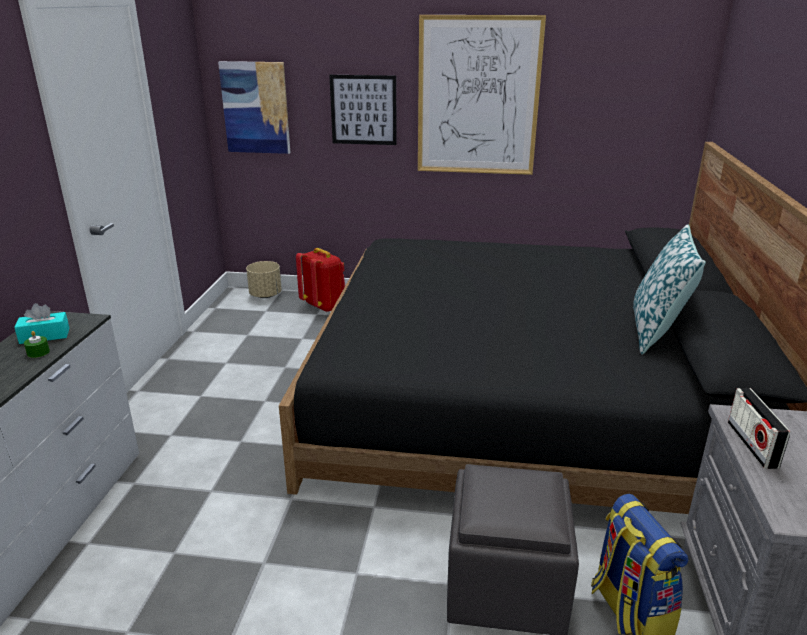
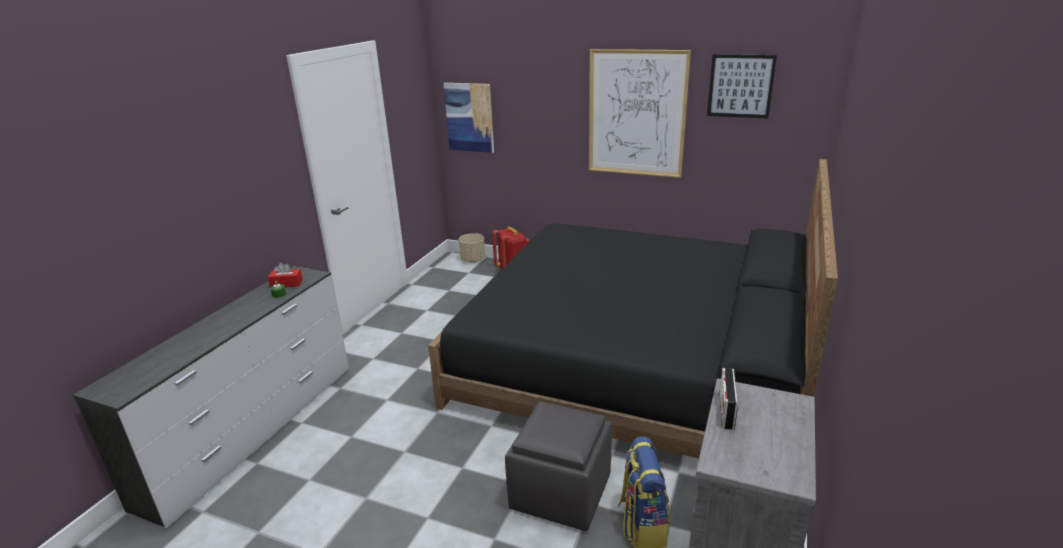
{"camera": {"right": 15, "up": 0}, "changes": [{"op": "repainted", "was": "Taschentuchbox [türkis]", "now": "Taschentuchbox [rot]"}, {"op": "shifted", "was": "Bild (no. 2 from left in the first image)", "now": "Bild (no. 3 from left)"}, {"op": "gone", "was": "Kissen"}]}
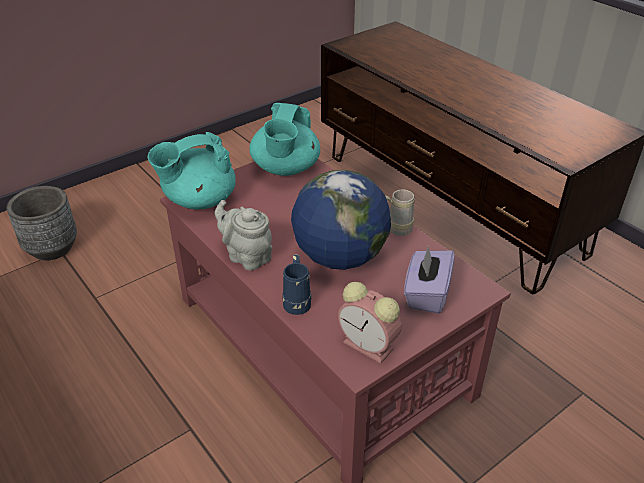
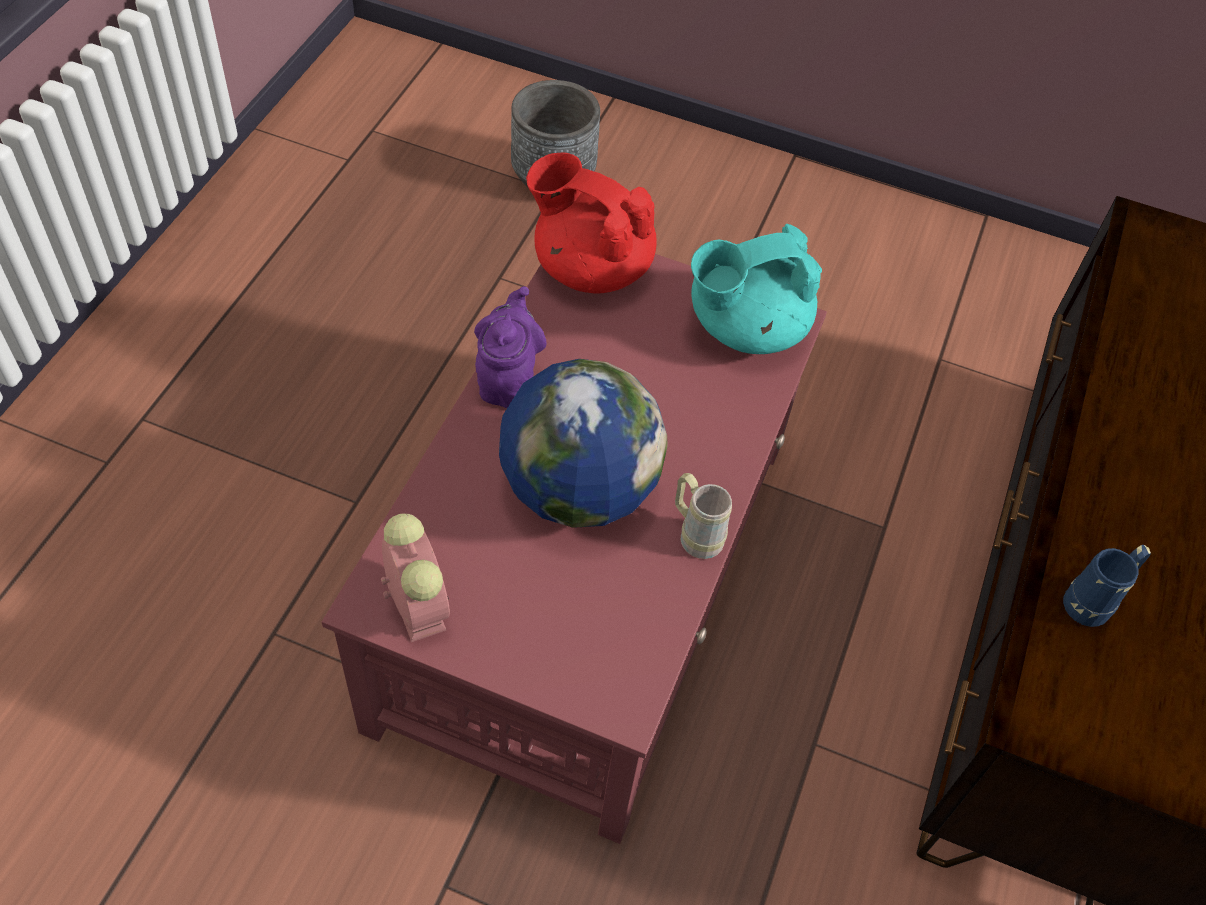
{"camera": {"right": 55, "up": 15}, "changes": [{"op": "repainted", "was": "Teekanne [türkis] (no. 1 from left)", "now": "Teekanne [rot]"}, {"op": "repainted", "was": "Teekanne [grau]", "now": "Teekanne [lila]"}, {"op": "shifted", "was": "Henkelbecher [blau]"}, {"op": "rotated", "was": "Wecker", "clockwise": 150}, {"op": "gone", "was": "Taschentuchbox [lila]"}]}
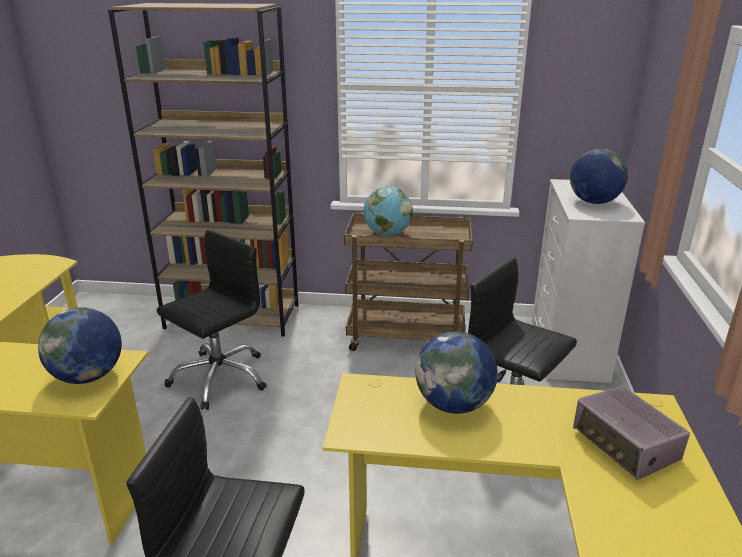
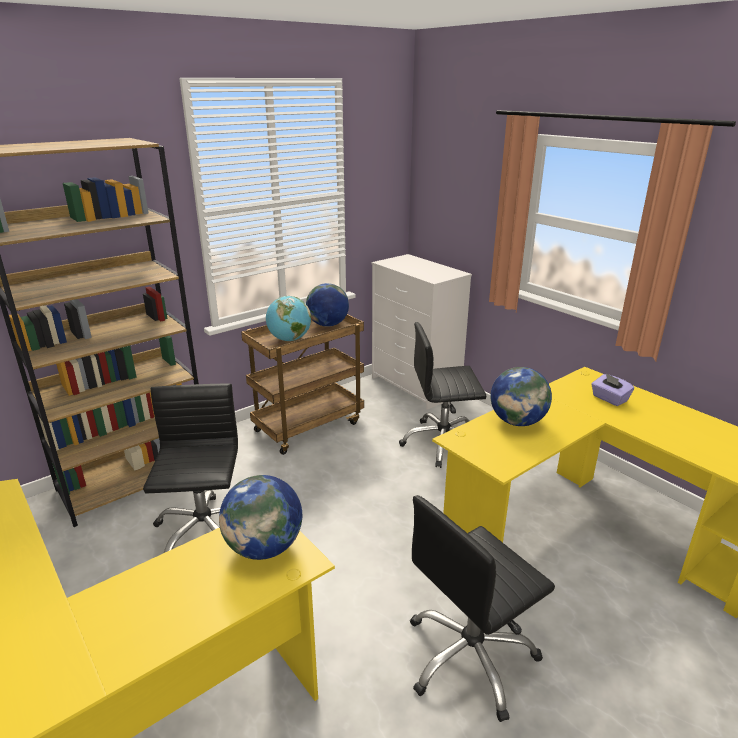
{"camera": {"right": -45, "up": 0}, "changes": [{"op": "shifted", "was": "Globus (no. 4 from left in the first image)", "now": "Globus (no. 3 from left)"}, {"op": "swapped", "was": "Radio", "now": "Taschentuchbox [lila]"}]}
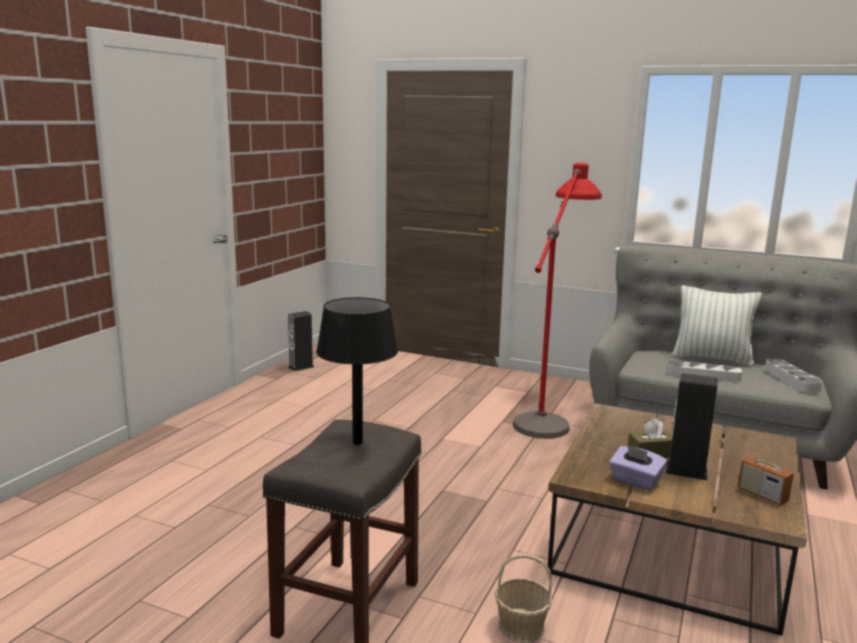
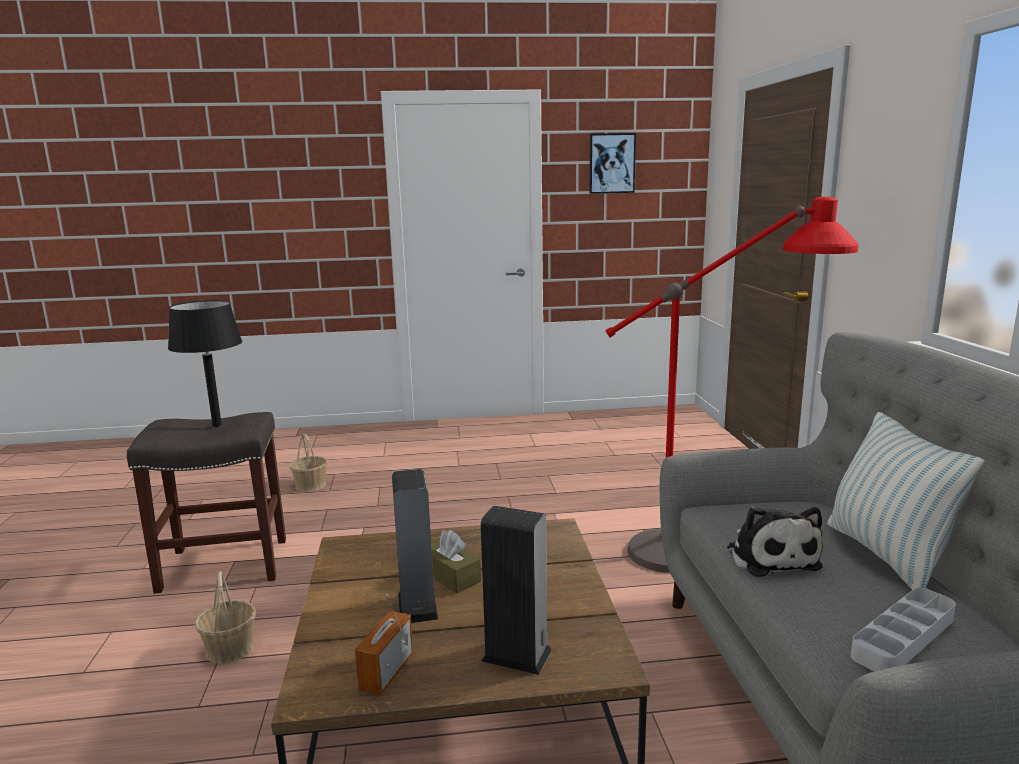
{"camera": {"right": 60, "up": 0}, "changes": [{"op": "shifted", "was": "Lautsprecher (no. 1 from left in the first image)", "now": "Lautsprecher (no. 2 from left)"}, {"op": "gone", "was": "Taschentuchbox [lila]"}, {"op": "swapped", "was": "Tablett [grau] (no. 1 from left)", "now": "Plüschtier"}, {"op": "new", "now": "Korb (no. 2 from left)"}, {"op": "new", "now": "Bild"}]}
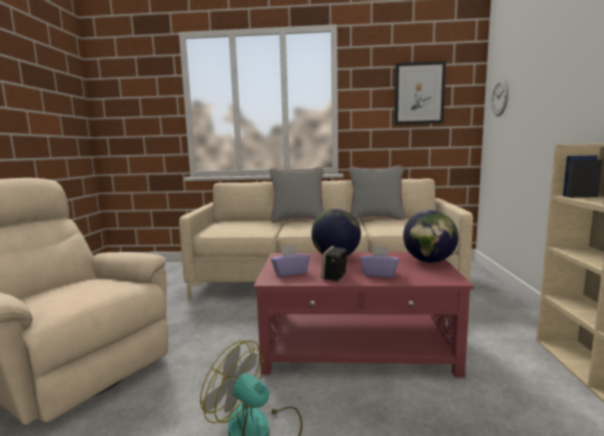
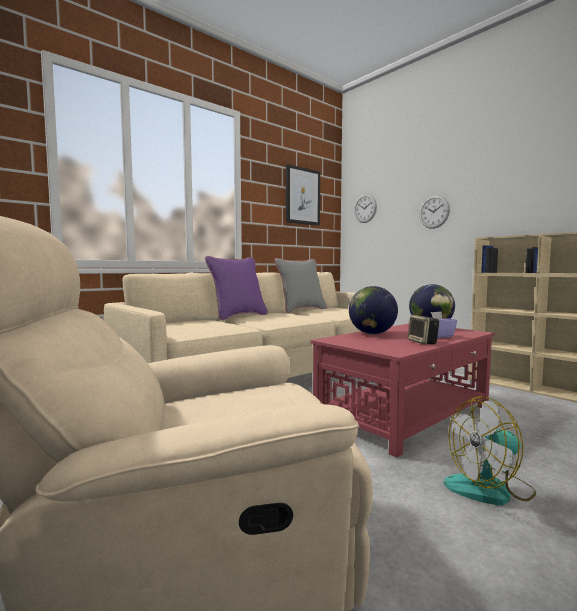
{"camera": {"right": -45, "up": -5}, "changes": [{"op": "repainted", "was": "Kissen [grau] (no. 1 from left)", "now": "Kissen [lila]"}, {"op": "gone", "was": "Taschentuchbox [lila] (no. 1 from left)"}, {"op": "new", "now": "Wanduhr (no. 2 from left)"}]}
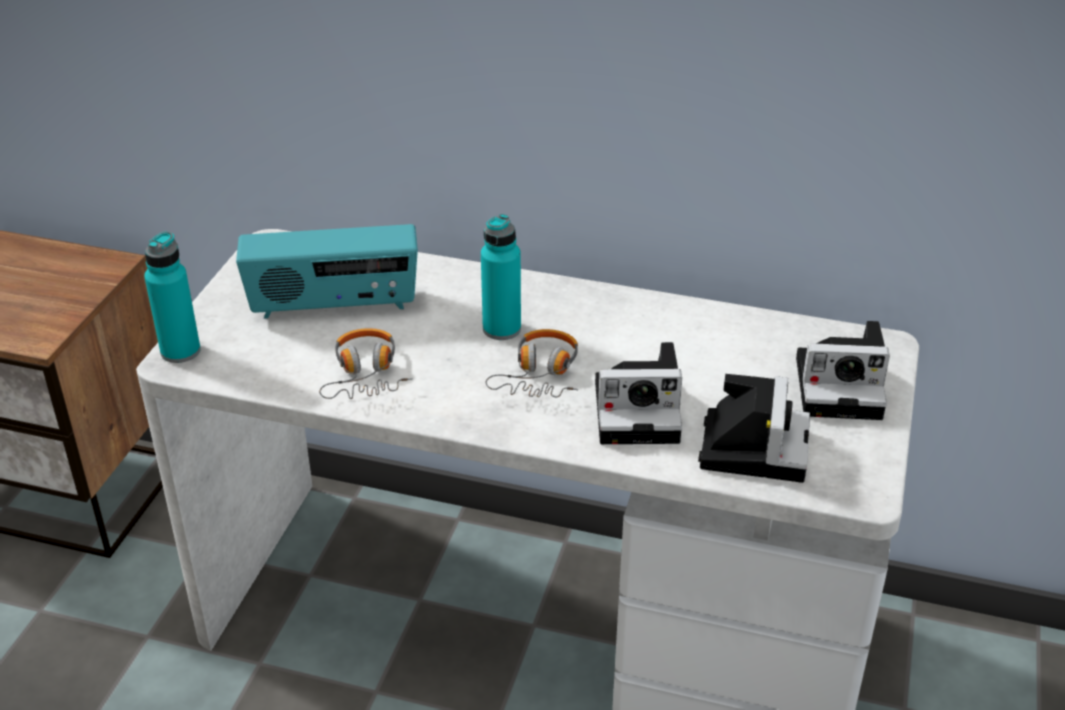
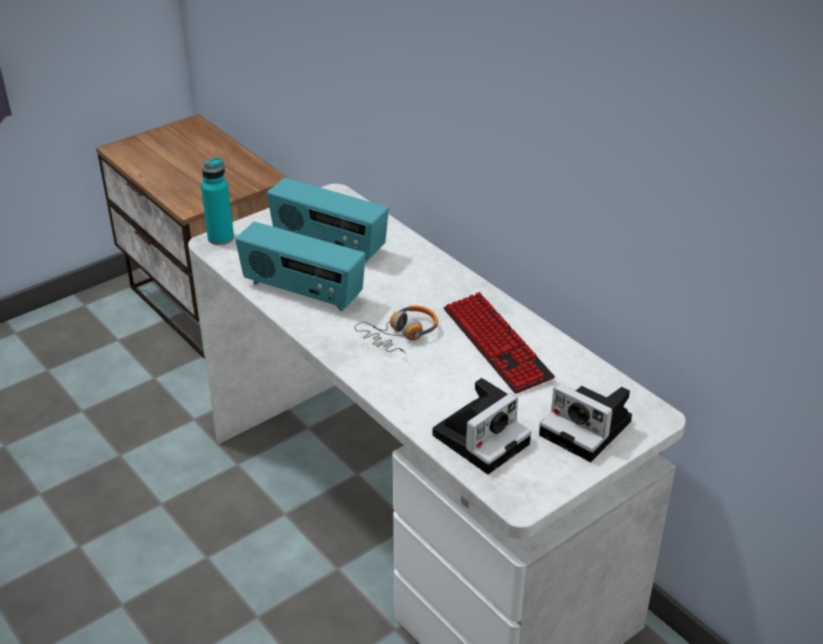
{"camera": {"right": 35, "up": 0}, "changes": [{"op": "swapped", "was": "Kopfhörer (no. 1 from left)", "now": "Radio (no. 1 from left)"}, {"op": "gone", "was": "Flasche [türkis] (no. 2 from left)"}, {"op": "gone", "was": "Kamera (no. 1 from left)"}, {"op": "new", "now": "Tastatur"}]}
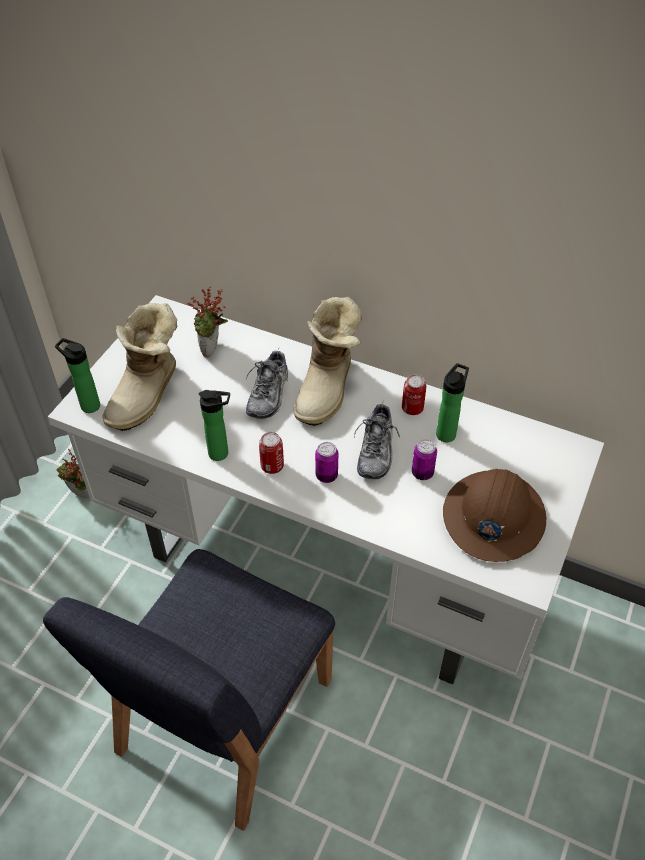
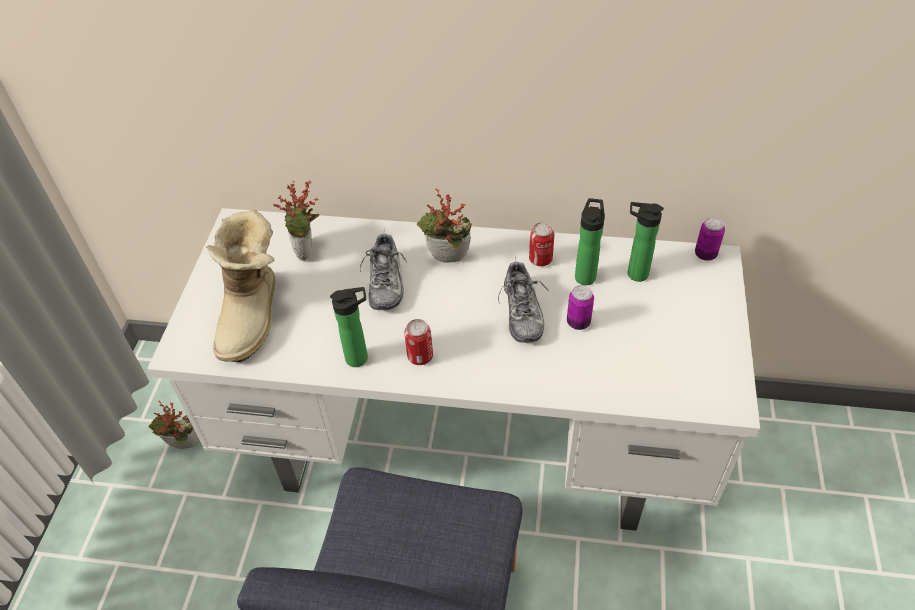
{"camera": {"right": -15, "up": 0}, "changes": [{"op": "shifted", "was": "Flasche (no. 1 from left in the first image)", "now": "Flasche (no. 3 from left)"}, {"op": "swapped", "was": "Stiefel (no. 2 from left)", "now": "Topfpflanze (no. 3 from left)"}, {"op": "shifted", "was": "Dose (no. 2 from left in the first image)", "now": "Dose (no. 4 from left)"}, {"op": "gone", "was": "Schutzhelm [braun]"}]}
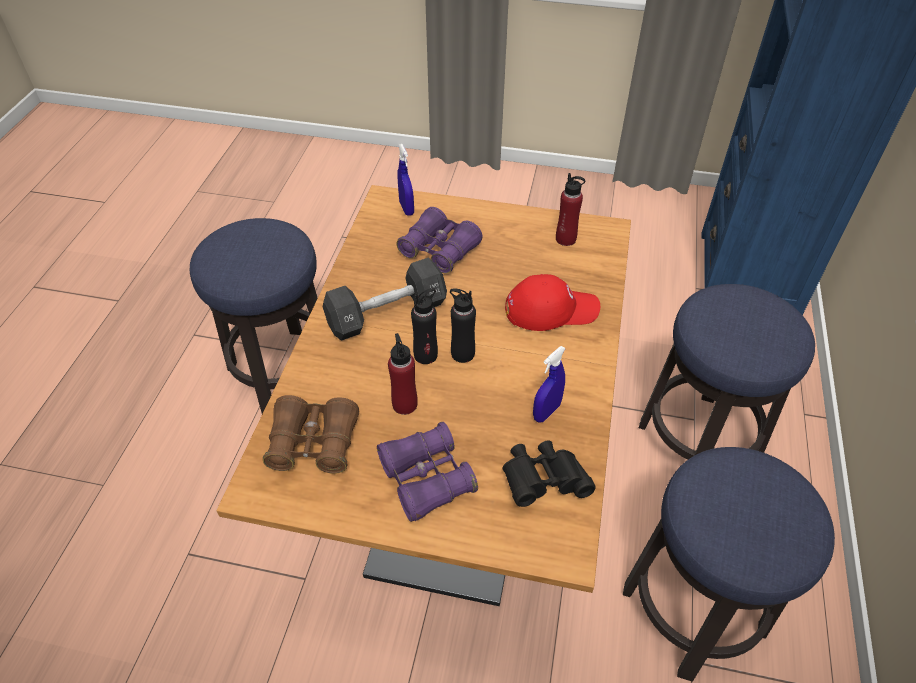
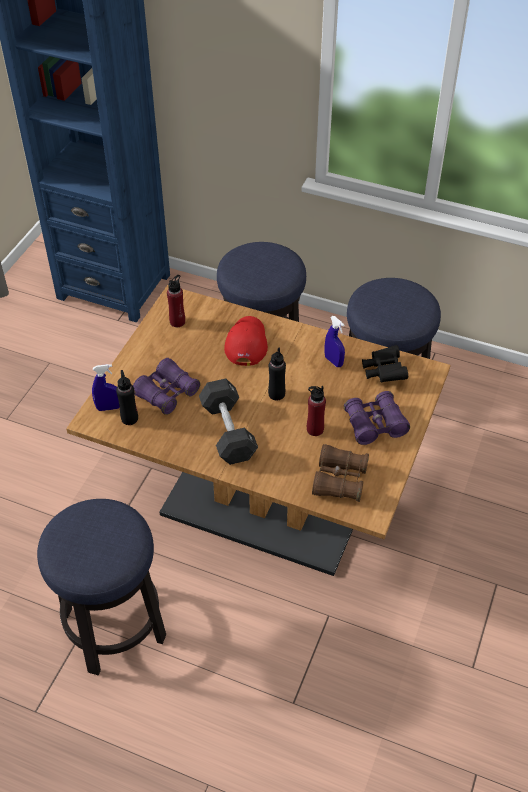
{"camera": {"right": -80, "up": 0}, "changes": [{"op": "shifted", "was": "Flasche [schwarz] (no. 1 from left)"}]}
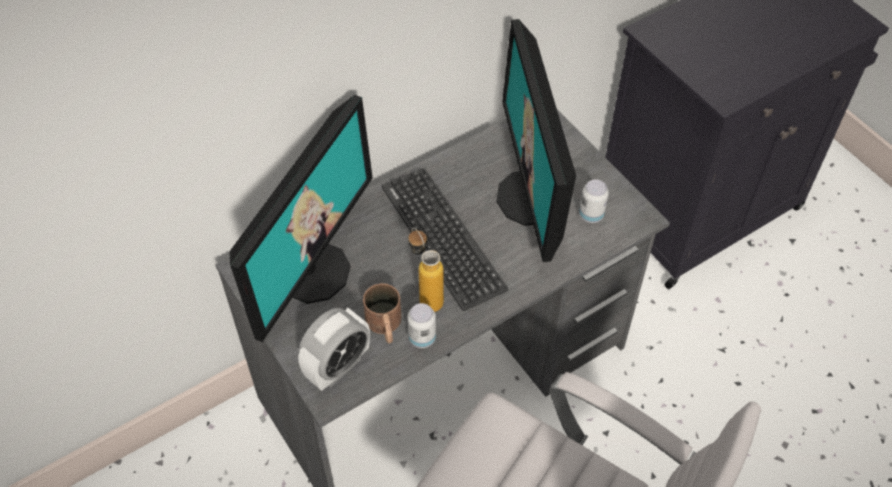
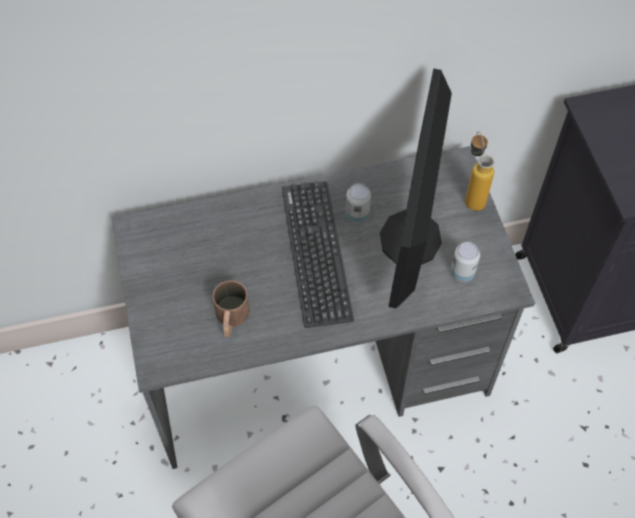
{"camera": {"right": 20, "up": 5}, "changes": [{"op": "gone", "was": "Monitor (no. 1 from left)"}, {"op": "gone", "was": "Wecker"}, {"op": "shifted", "was": "Dose (no. 1 from left)"}, {"op": "shifted", "was": "Flasche"}]}
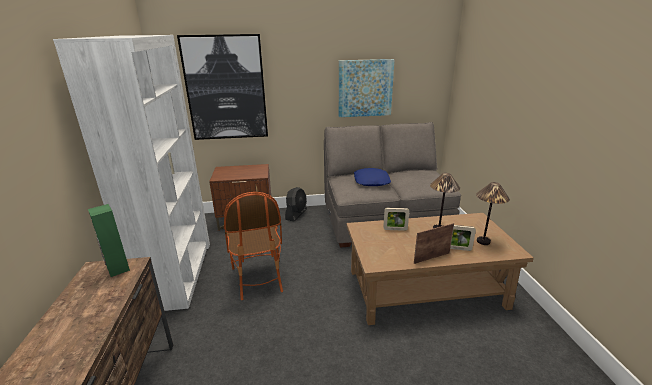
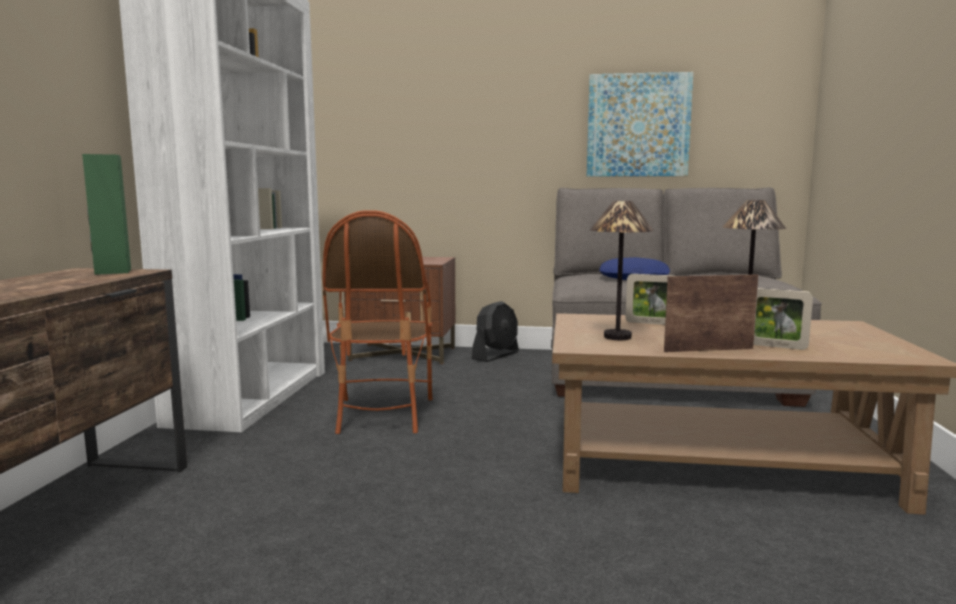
{"camera": {"right": 15, "up": -15}, "changes": [{"op": "gone", "was": "Bild (no. 1 from left)"}, {"op": "shifted", "was": "Tischlampe (no. 2 from left in the first image)", "now": "Tischlampe (no. 1 from left)"}]}
